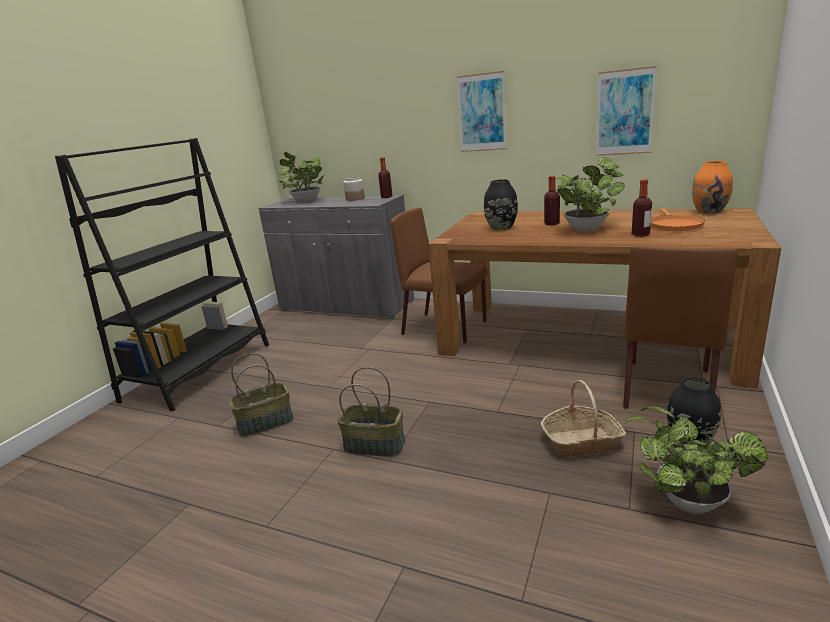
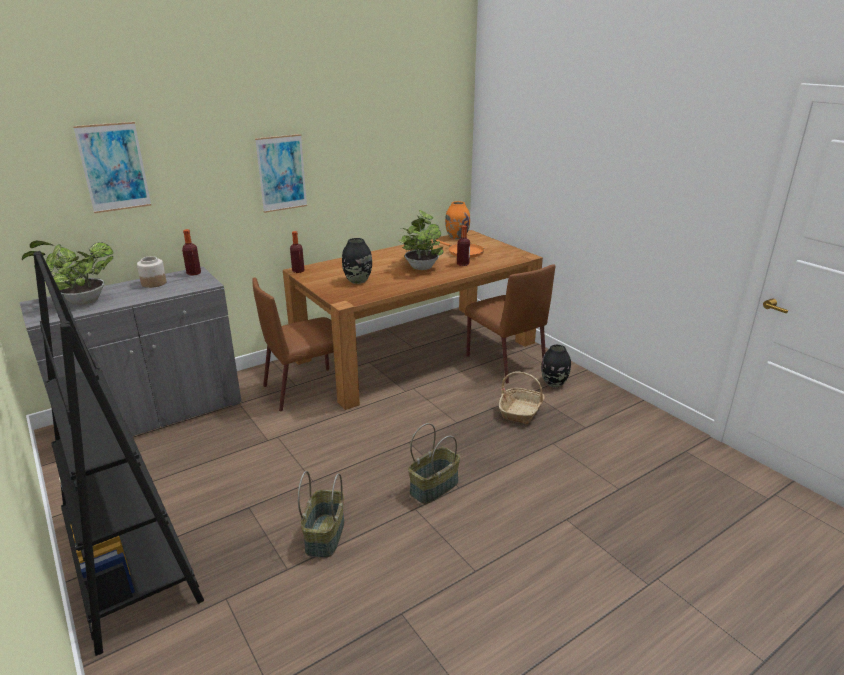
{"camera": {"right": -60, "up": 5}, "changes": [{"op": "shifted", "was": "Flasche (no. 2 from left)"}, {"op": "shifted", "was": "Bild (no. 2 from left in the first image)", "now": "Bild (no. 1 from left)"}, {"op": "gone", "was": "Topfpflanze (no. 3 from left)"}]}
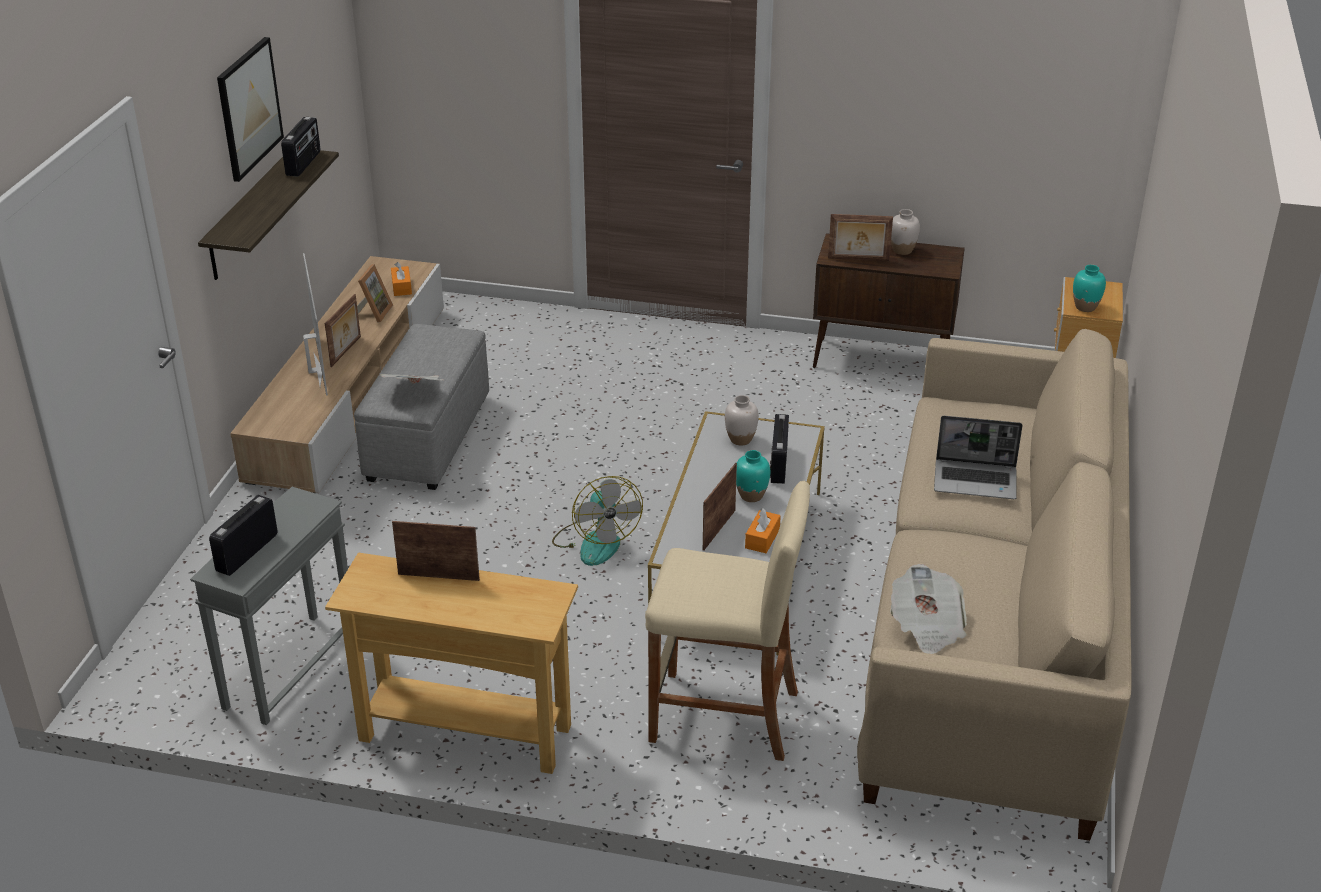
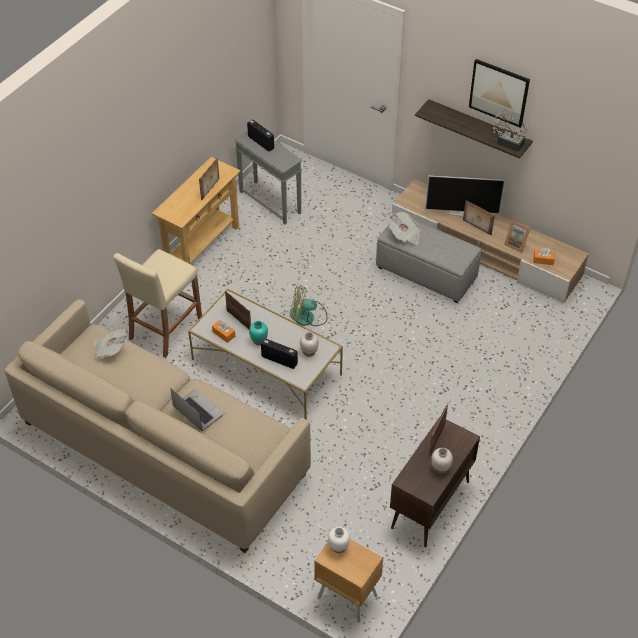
{"camera": {"right": 110, "up": 15}, "changes": [{"op": "swapped", "was": "Radio (no. 2 from left)", "now": "Topfpflanze"}, {"op": "rotated", "was": "Laptop", "clockwise": 105}, {"op": "repainted", "was": "Vase [türkis] (no. 2 from left)", "now": "Vase [weiß] (no. 2 from left)"}]}
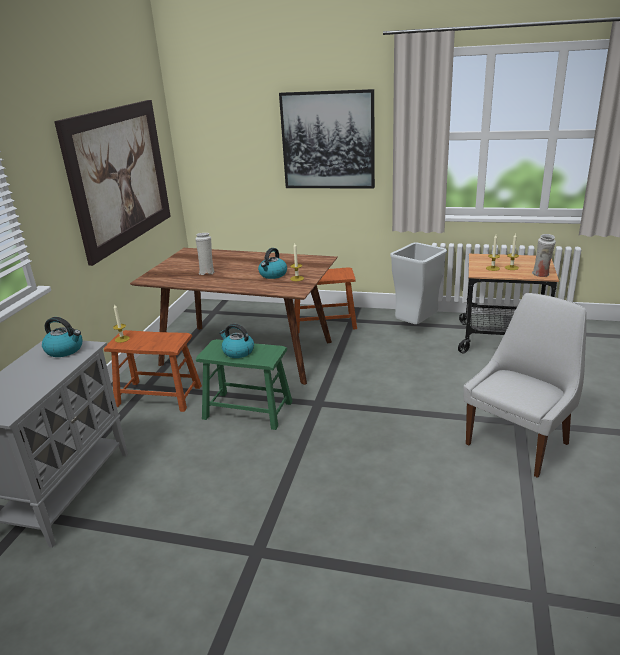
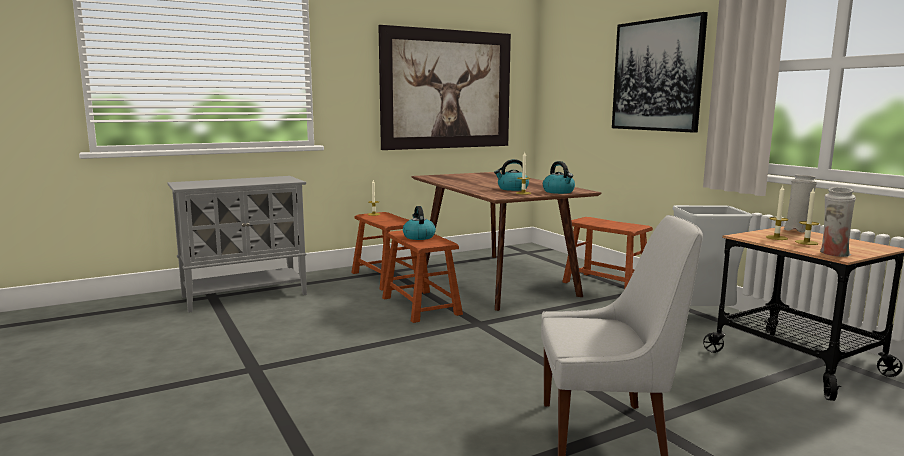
{"camera": {"right": 45, "up": -15}, "changes": [{"op": "shifted", "was": "Wasserkessel (no. 1 from left in the first image)", "now": "Wasserkessel (no. 3 from left)"}, {"op": "shifted", "was": "Vase [weiß] (no. 1 from left)"}, {"op": "repainted", "was": "Hocker [grün]", "now": "Hocker [braun] (no. 2 from left)"}]}
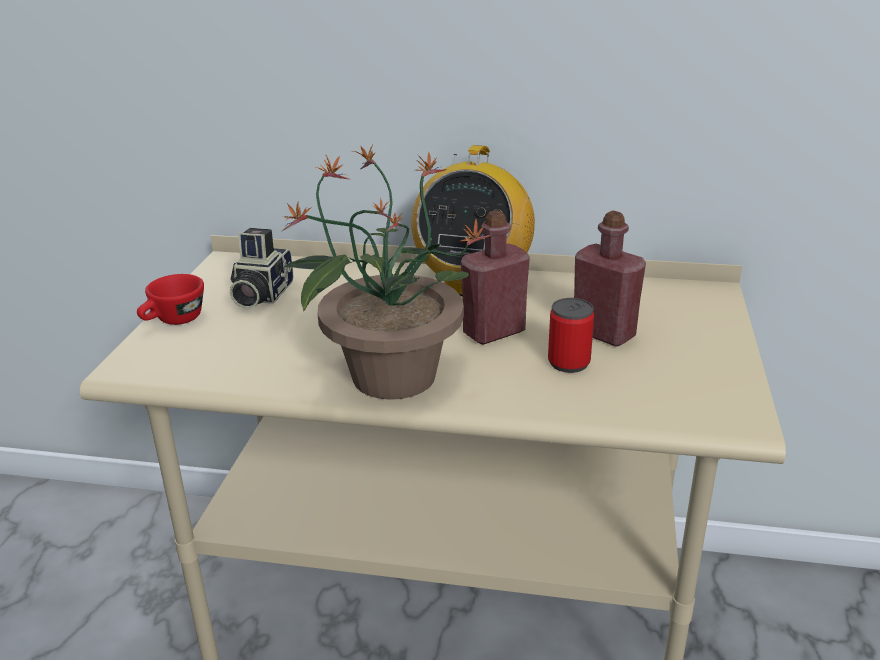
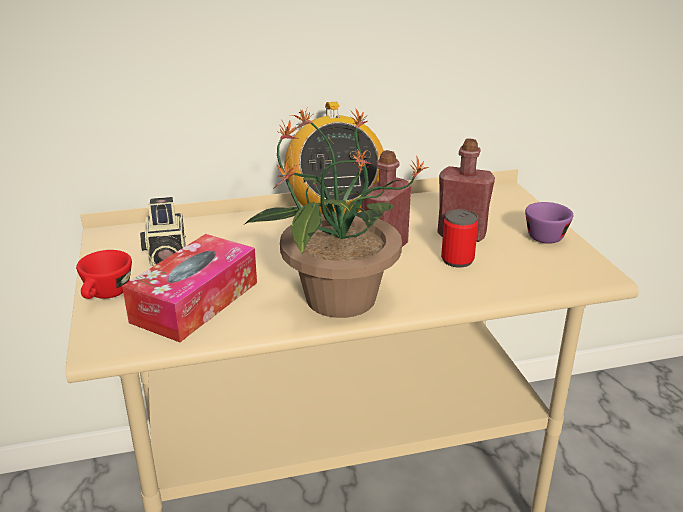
{"camera": {"right": -25, "up": 0}, "changes": [{"op": "new", "now": "Taschentuchbox"}, {"op": "new", "now": "Tasse [lila]"}]}
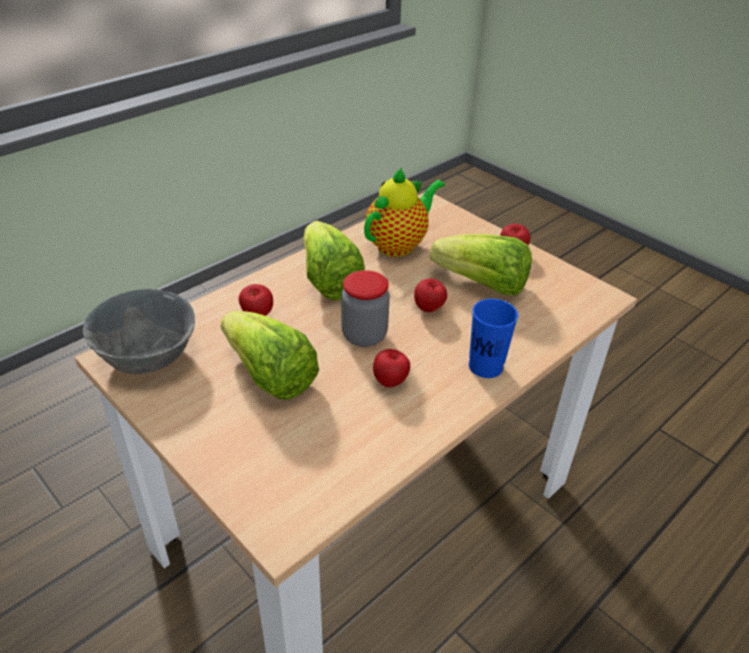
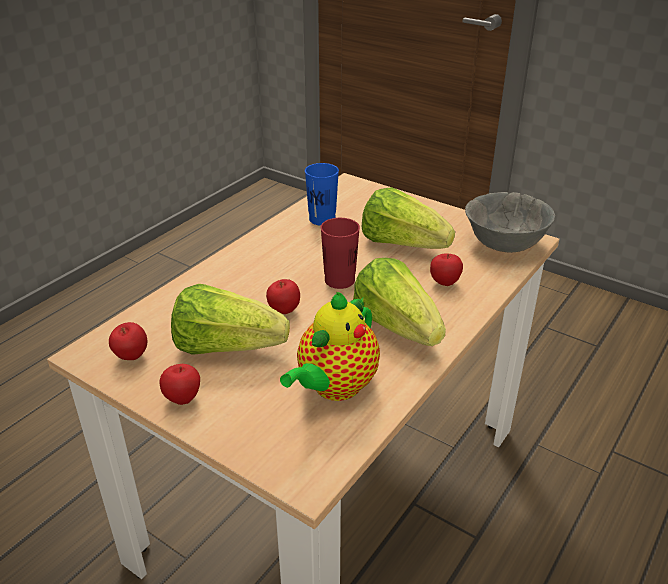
{"camera": {"right": 170, "up": -5}, "changes": [{"op": "swapped", "was": "Vorratsglas", "now": "Tasse [rot]"}, {"op": "shifted", "was": "Apfel (no. 2 from left in the first image)", "now": "Apfel (no. 1 from left)"}, {"op": "shifted", "was": "Tasse [blau]"}]}
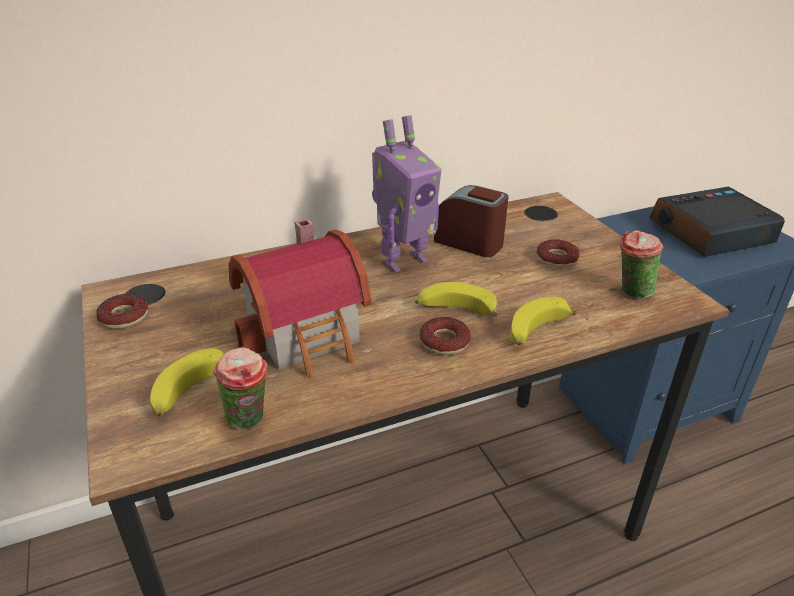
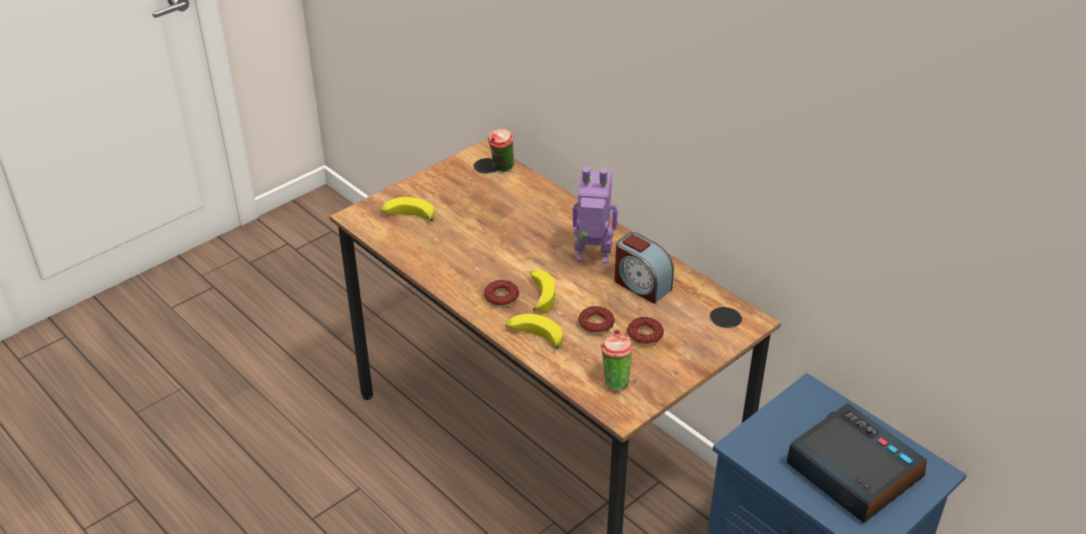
{"camera": {"right": 70, "up": 5}, "changes": [{"op": "shifted", "was": "Donut (no. 1 from left in the first image)", "now": "Donut (no. 2 from left)"}, {"op": "shifted", "was": "Tasse (no. 1 from left)"}, {"op": "gone", "was": "Spielzeughaus"}, {"op": "rotated", "was": "Spielzeugroboter", "clockwise": 150}, {"op": "rotated", "was": "Wecker (no. 1 from left)", "clockwise": 120}]}
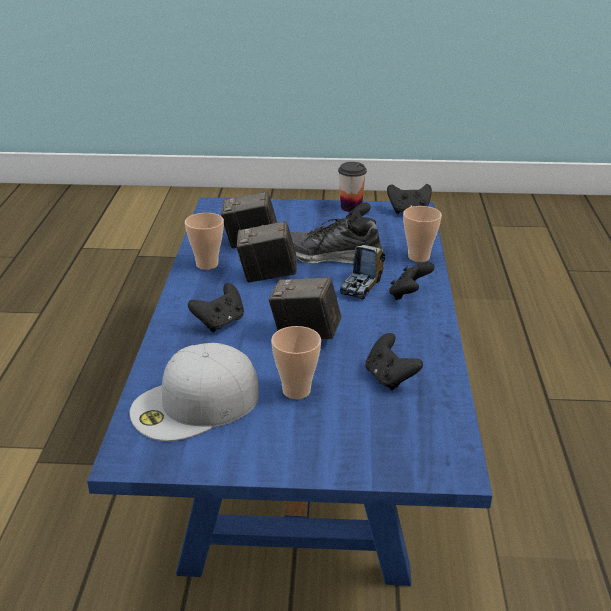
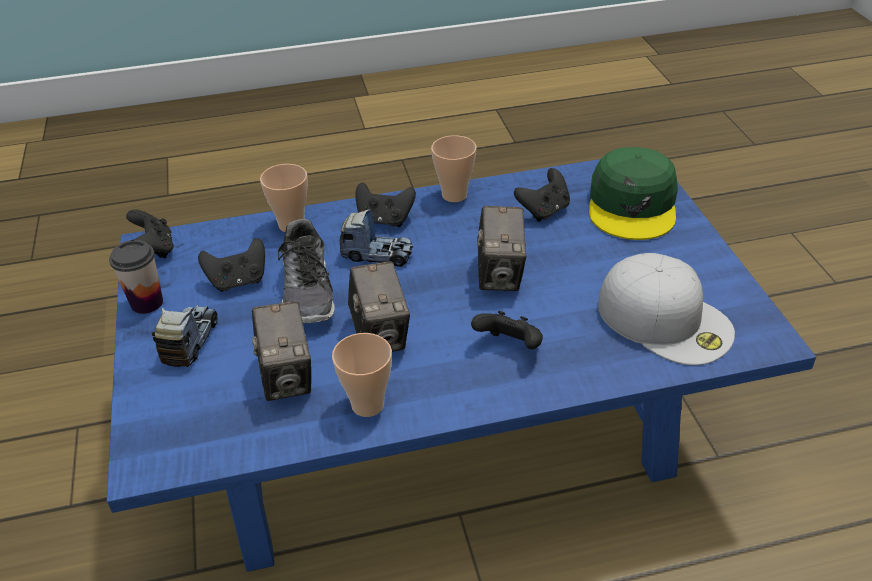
{"camera": {"right": -105, "up": 10}, "changes": [{"op": "shifted", "was": "Tasse (no. 2 from left in the first image)", "now": "Tasse (no. 4 from left)"}, {"op": "new", "now": "Spielzeuglaster (no. 1 from left)"}, {"op": "new", "now": "Kappe [grün]"}]}
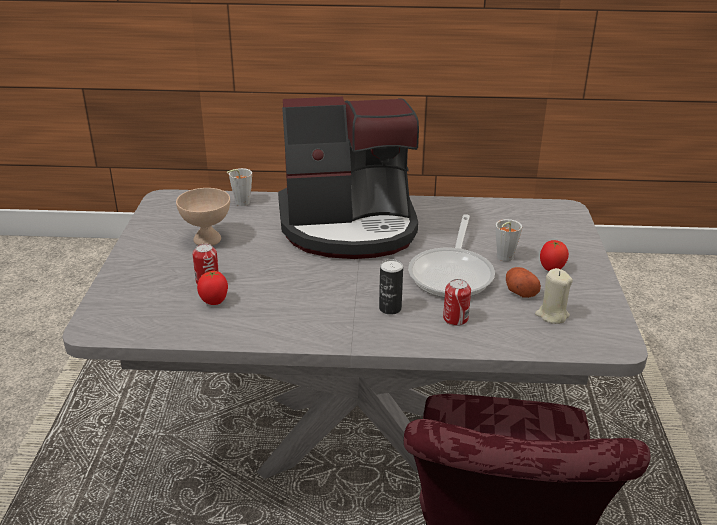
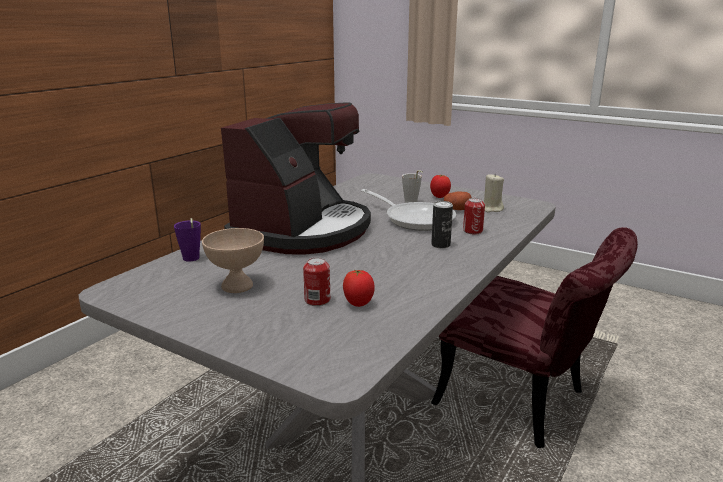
{"camera": {"right": -60, "up": -10}, "changes": [{"op": "repainted", "was": "Tasse [grau] (no. 1 from left)", "now": "Tasse [lila]"}]}
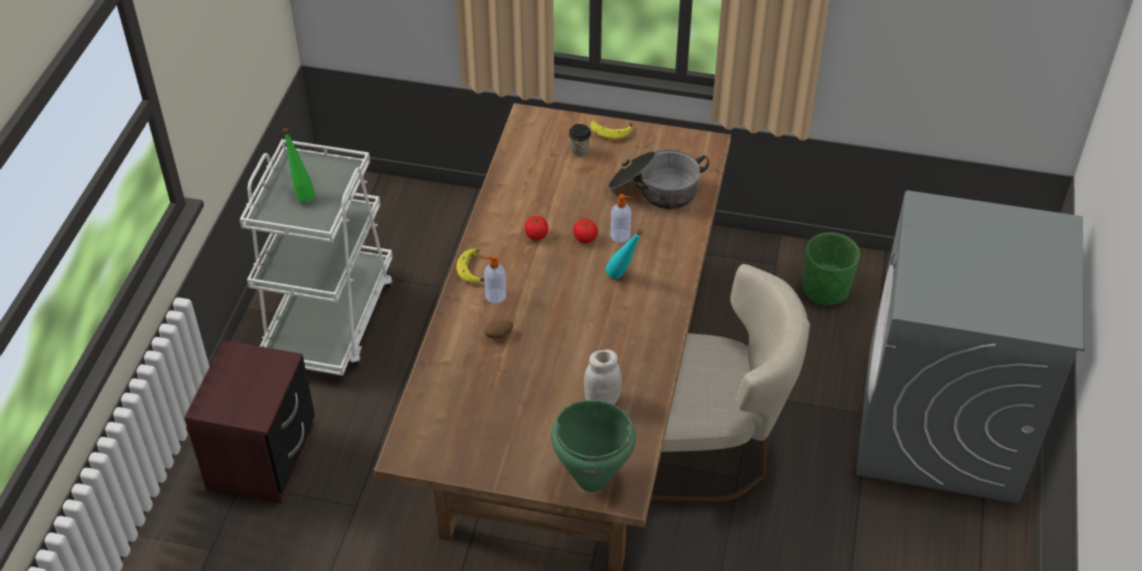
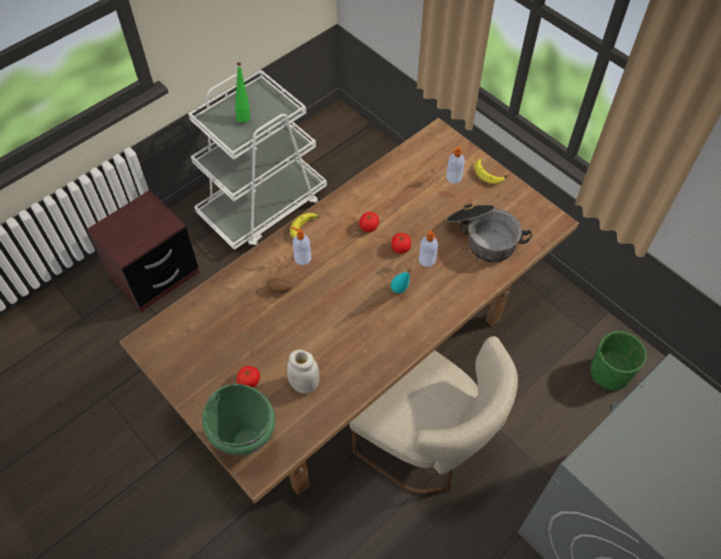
{"camera": {"right": 35, "up": 10}, "changes": [{"op": "swapped", "was": "Tasse", "now": "Seifenspender (no. 3 from left)"}, {"op": "new", "now": "Tomate (no. 1 from left)"}]}
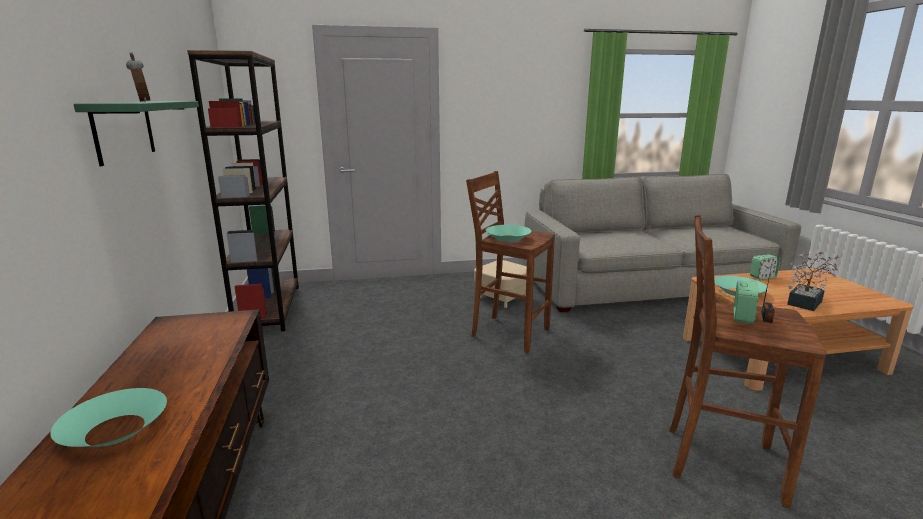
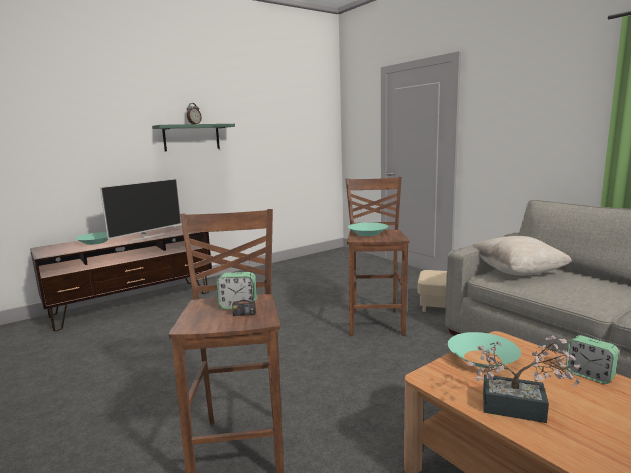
{"camera": {"right": 65, "up": -5}, "changes": [{"op": "gone", "was": "Bücherregal [braun]"}, {"op": "new", "now": "Fernseher"}, {"op": "new", "now": "Kissen [beige]"}]}
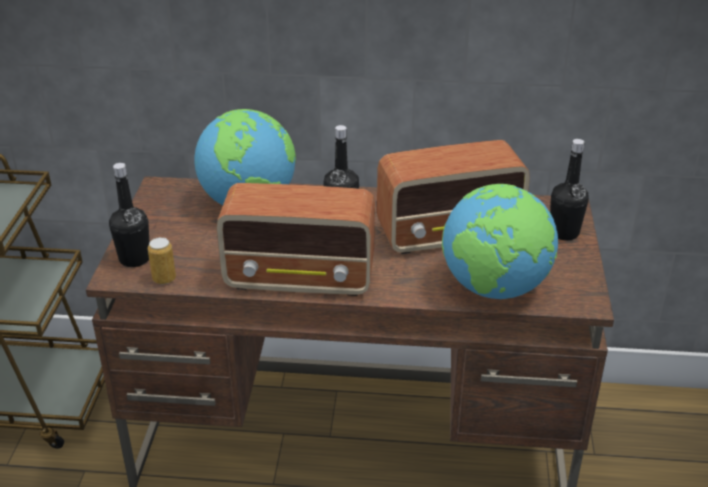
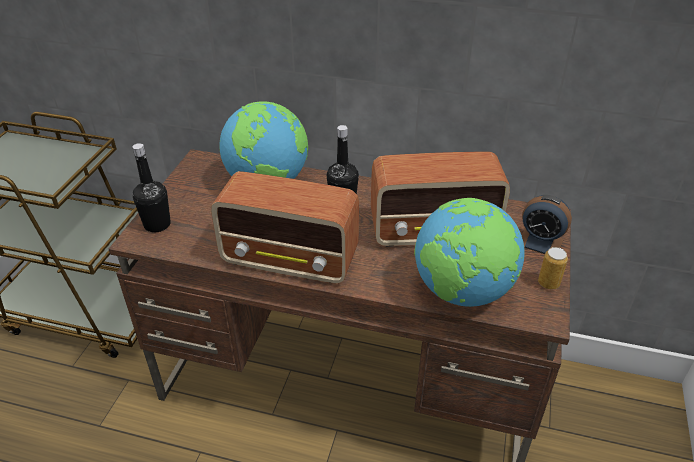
{"camera": {"right": 10, "up": 5}, "changes": [{"op": "shifted", "was": "Dose"}, {"op": "swapped", "was": "Flasche [schwarz] (no. 3 from left)", "now": "Wecker"}]}
